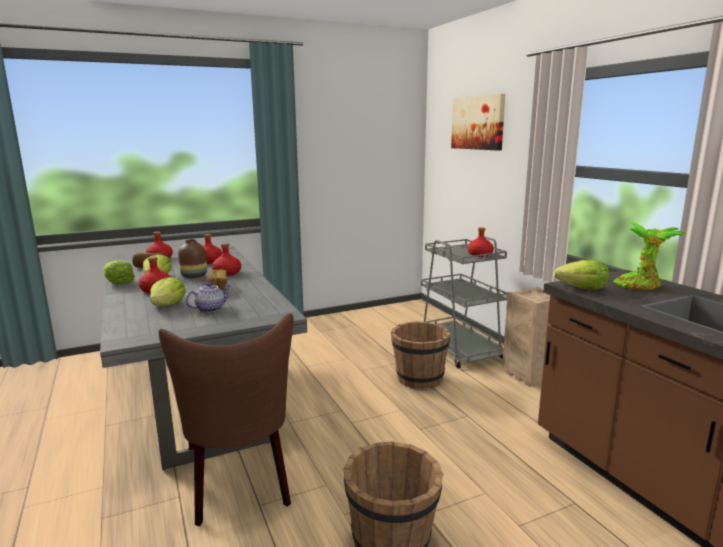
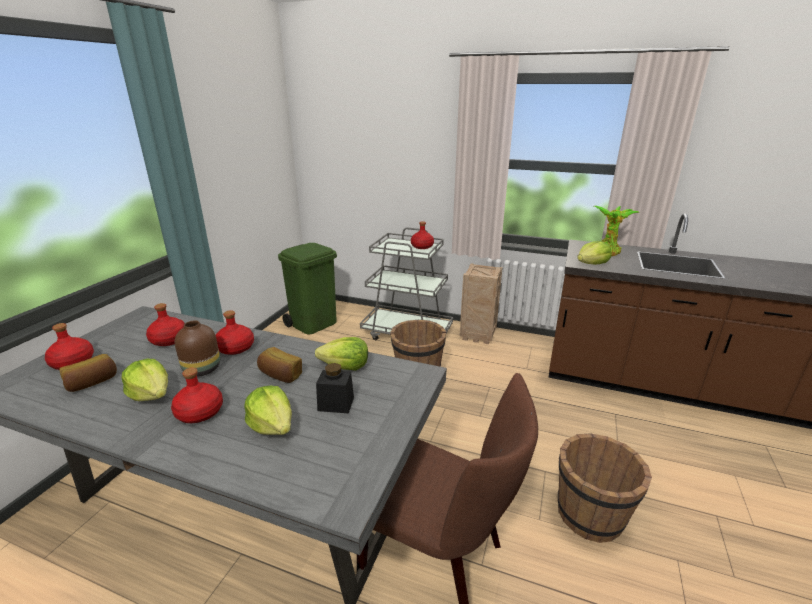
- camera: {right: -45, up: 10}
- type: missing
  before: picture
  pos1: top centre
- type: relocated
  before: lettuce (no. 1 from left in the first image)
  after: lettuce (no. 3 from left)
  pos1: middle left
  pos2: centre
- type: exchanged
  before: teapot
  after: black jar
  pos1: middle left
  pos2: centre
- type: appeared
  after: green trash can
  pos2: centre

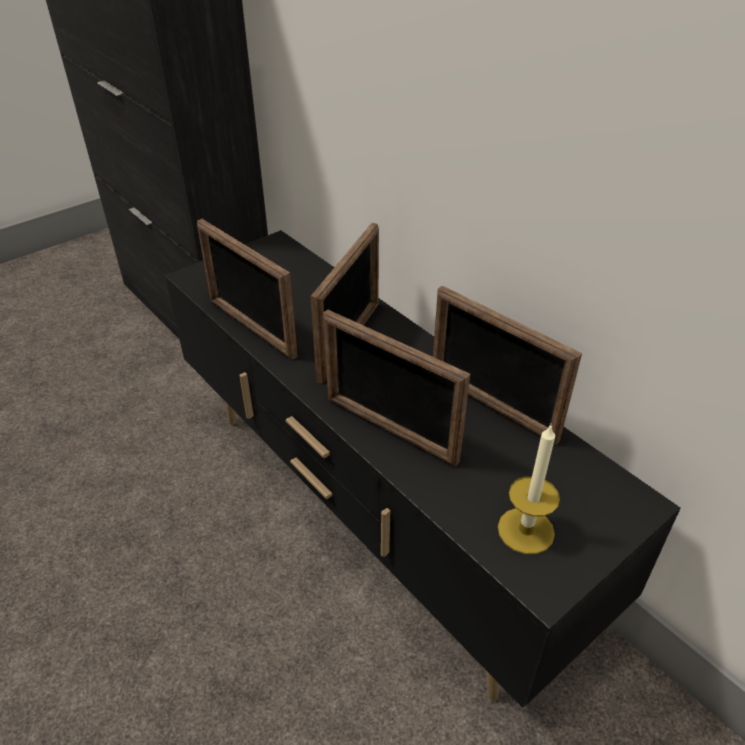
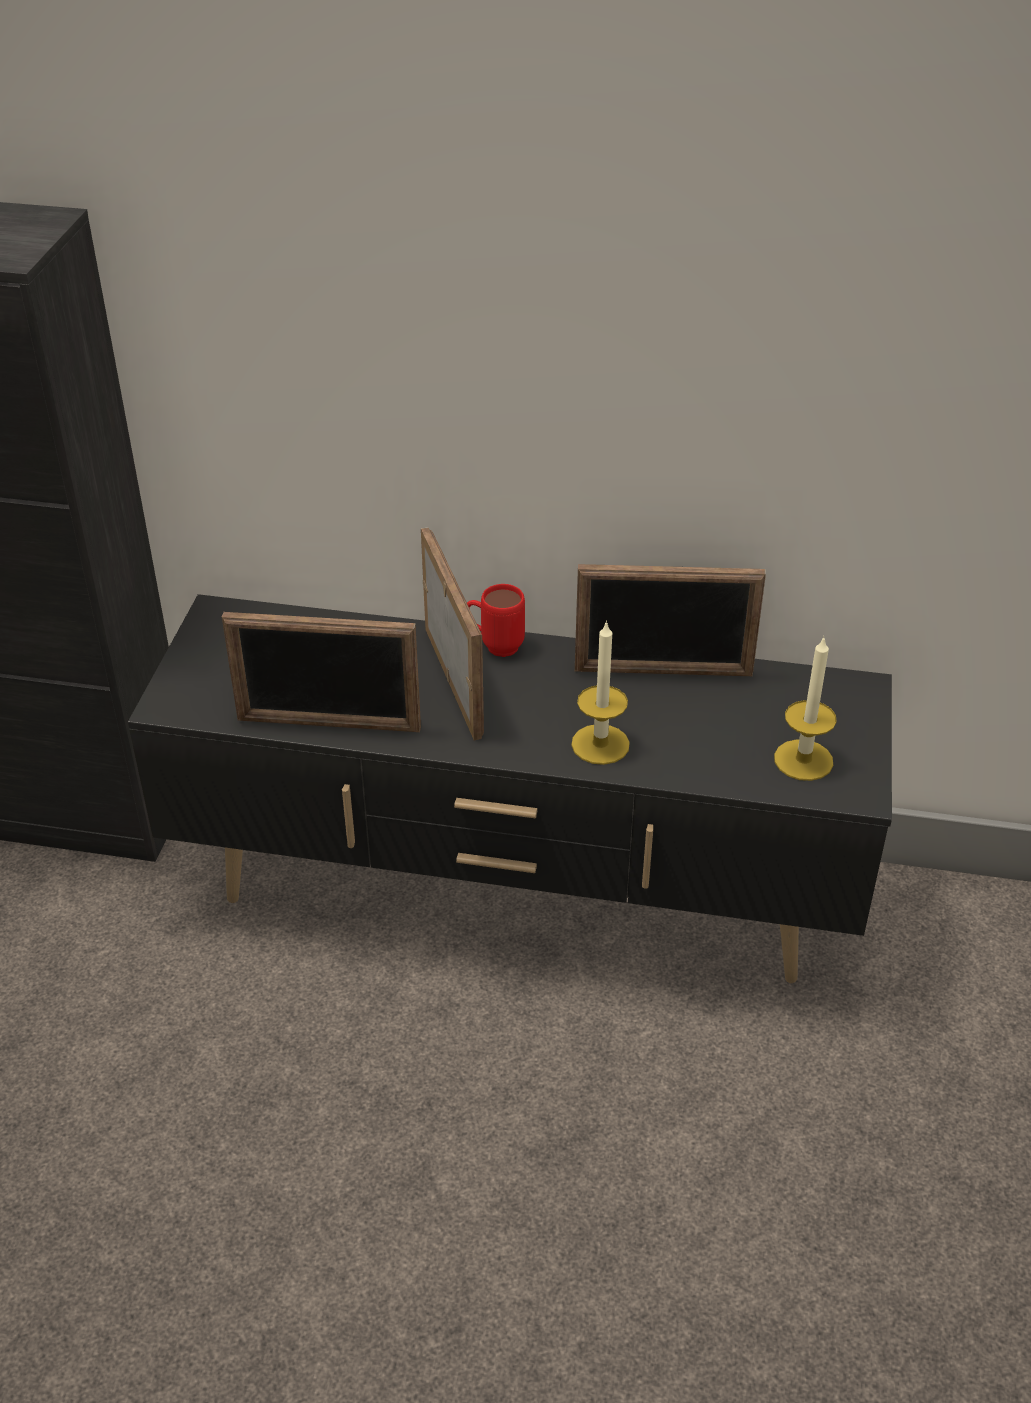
- camera: {right: -40, up: 0}
- type: exchanged
  before: picture frame (no. 3 from left)
  after: candle (no. 1 from left)
  pos1: centre
  pos2: centre
- type: appeared
  after: red mug
  pos2: centre

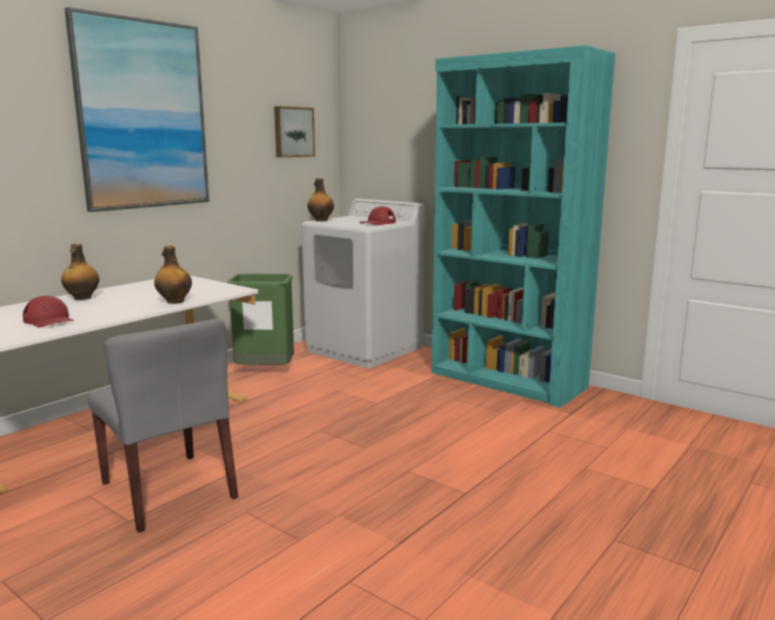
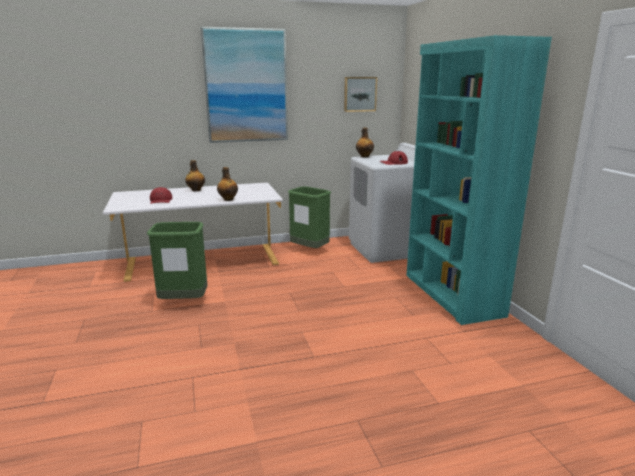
- camera: {right: 35, up: 5}
- type: exchanged
  before: grey chair
  after: green trash can (no. 1 from left)
  pos1: bottom left
  pos2: middle left

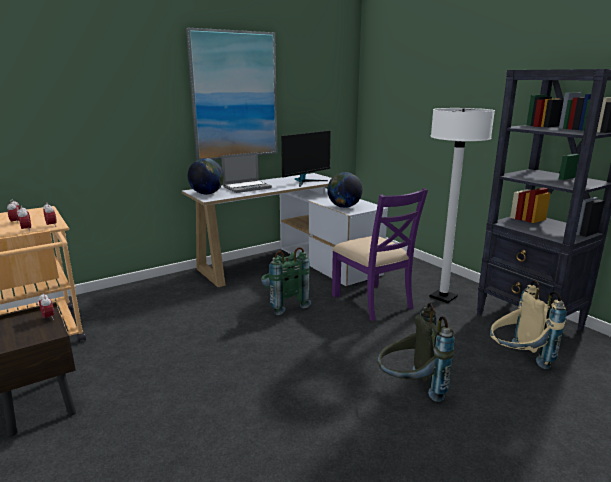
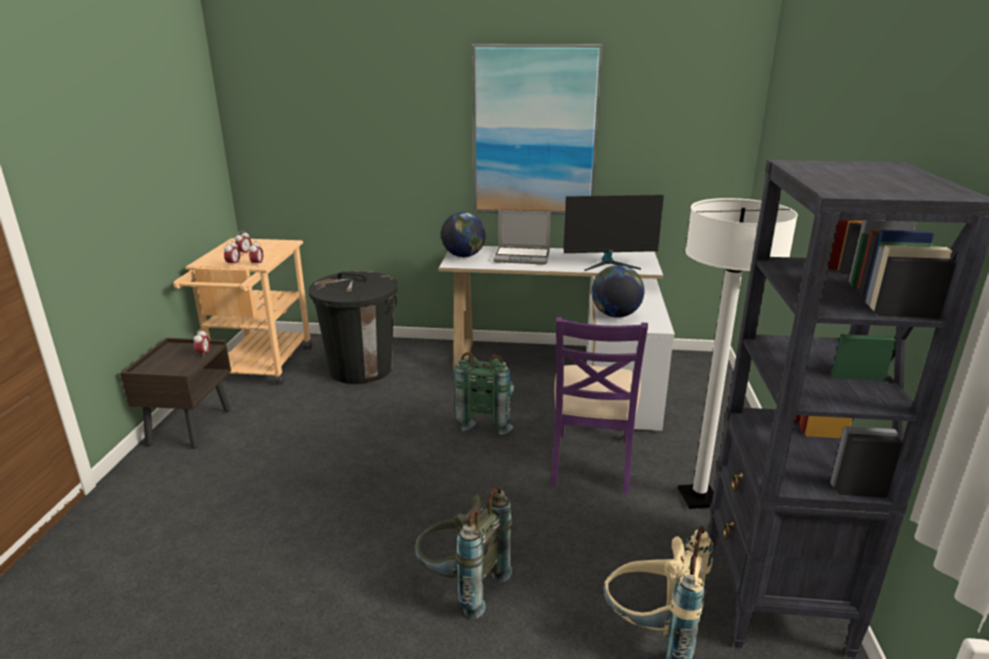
- camera: {right: 40, up: 5}
- type: appeared
  after: black trash can
  pos2: centre

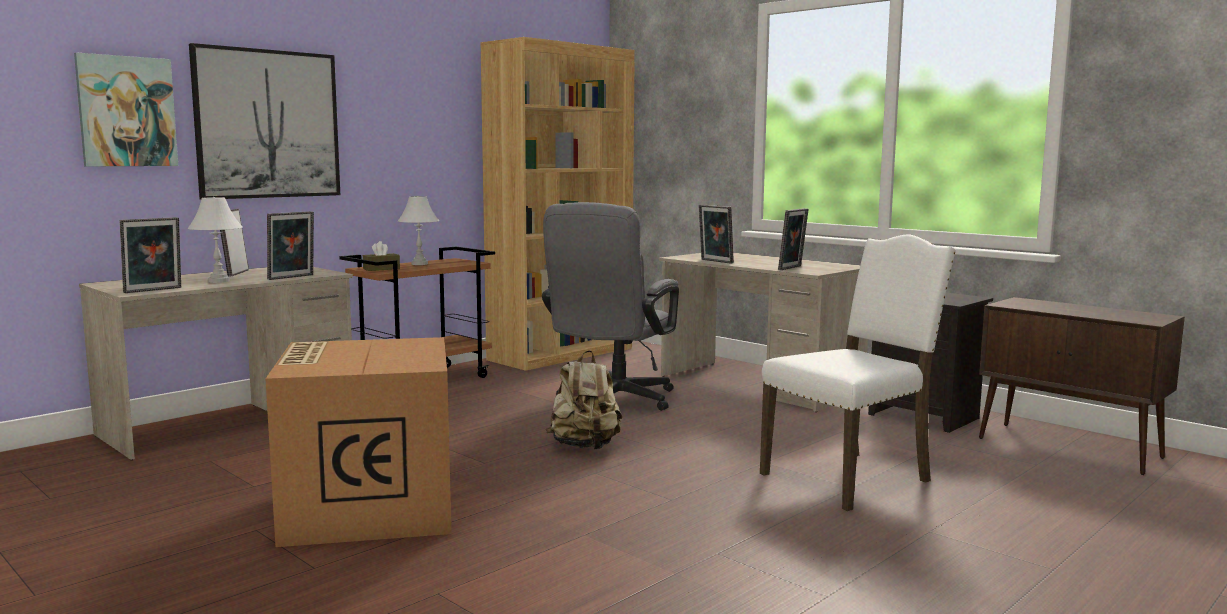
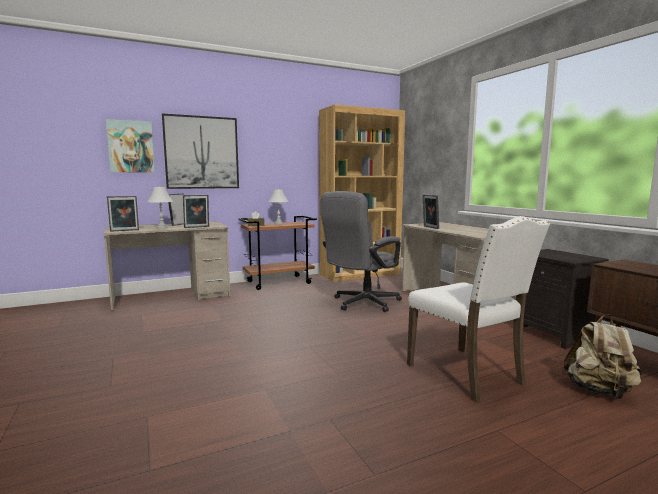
- camera: {right: 20, up: 0}
- type: missing
  before: picture frame (no. 5 from left)
  pos1: centre
- type: spun
  before: white chair
  pos1: middle right
  pos2: middle right
  turn: 75
- type: missing
  before: cardboard box
  pos1: bottom left
- type: relocated
  before: beige backpack
  pos1: centre
  pos2: bottom right

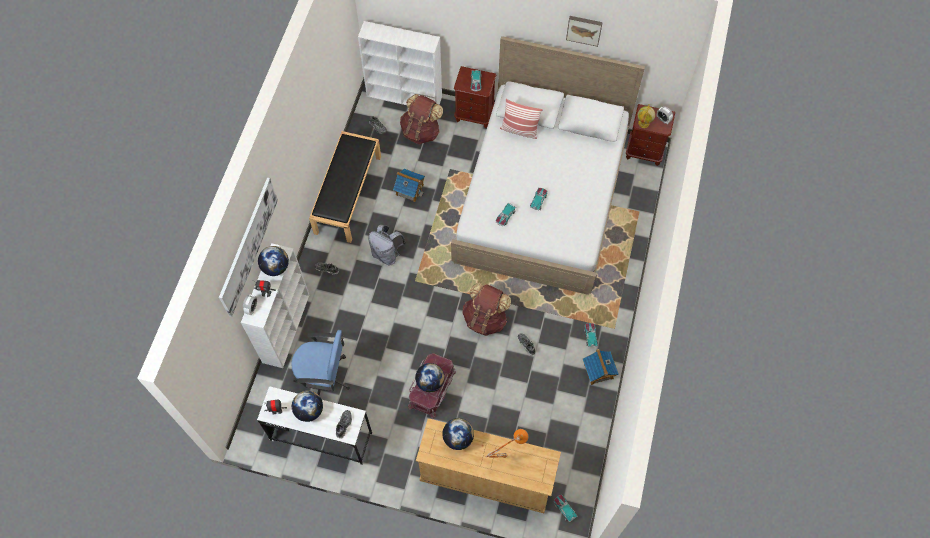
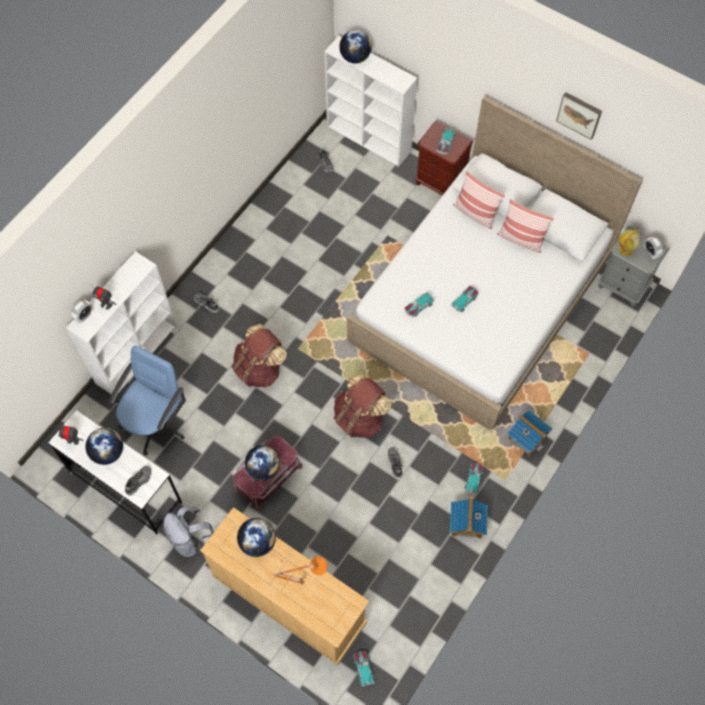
- camera: {right: 20, up: 0}
- type: relocated
  before: brown backpack (no. 1 from left)
  pos1: top centre
  pos2: centre
- type: colour
  before: brown nightstand (no. 2 from left)
  after: grey nightstand
  pos1: top right
  pos2: middle right
- type: missing
  before: black bench
  pos1: centre
- type: relocated
  before: toy house (no. 1 from left in the first image)
  after: toy house (no. 2 from left)
  pos1: centre
  pos2: middle right
- type: missing
  before: picture (no. 1 from left)
  pos1: middle left
- type: relocated
  before: grey backpack
  pos1: centre
  pos2: bottom left
- type: relocated
  before: globe (no. 1 from left in the first image)
  after: globe (no. 4 from left)
  pos1: middle left
  pos2: top centre
- type: spun
  before: blue office chair
  pos1: bottom centre
  pos2: middle left
  turn: -90
- type: appeared
  after: pillow (no. 2 from left)
  pos2: top right

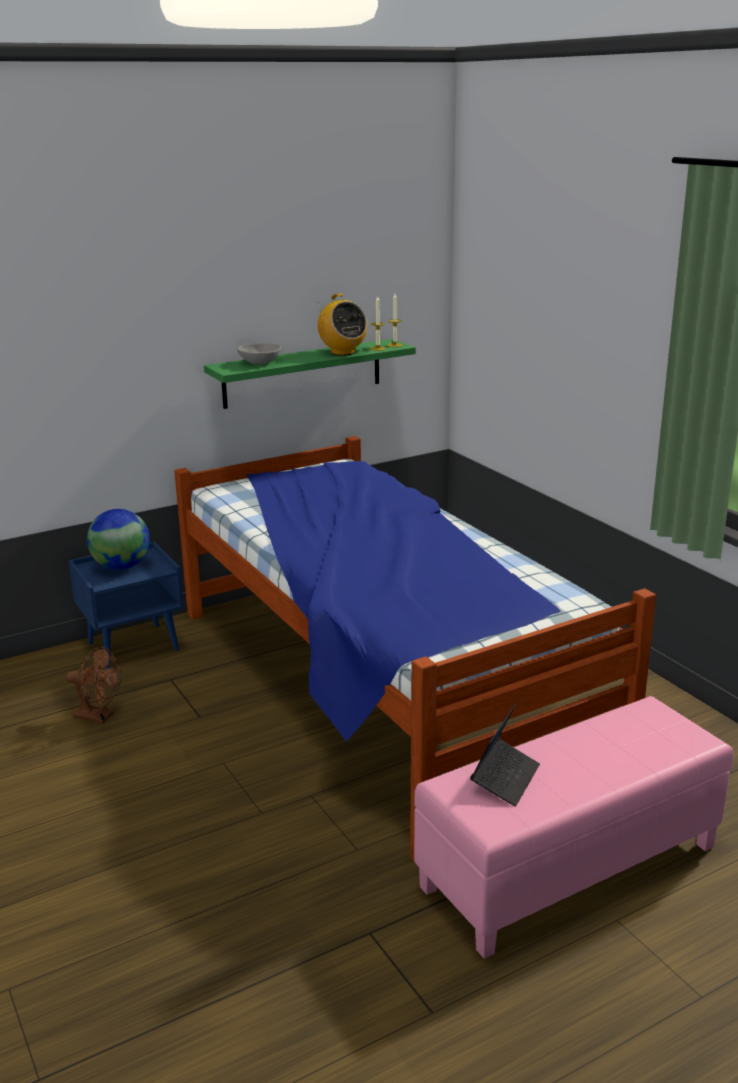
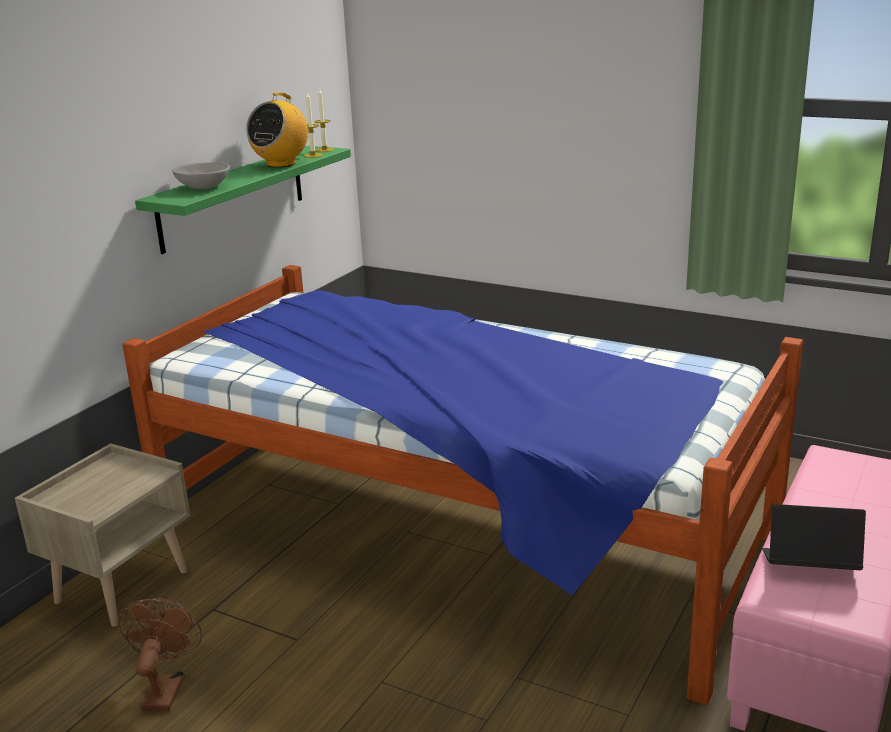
- camera: {right: -30, up: 0}
- type: spun
  before: radio
  pos1: top centre
  pos2: top left
  turn: 90
- type: missing
  before: globe
  pos1: middle left
- type: colour
  before: blue nightstand
  after: beige nightstand
  pos1: middle left
  pos2: bottom left
- type: spun
  before: brown fan
  pos1: middle left
  pos2: bottom left
  turn: -75
- type: spun
  before: laptop
  pos1: bottom right
  pos2: bottom right
  turn: -75

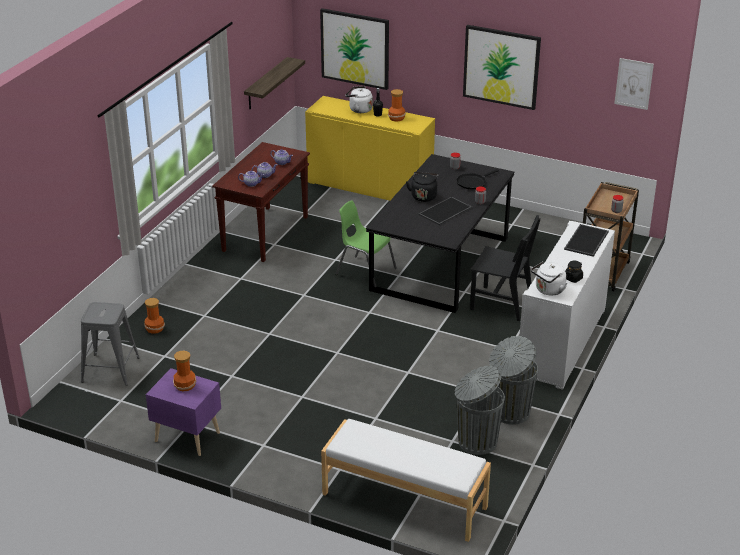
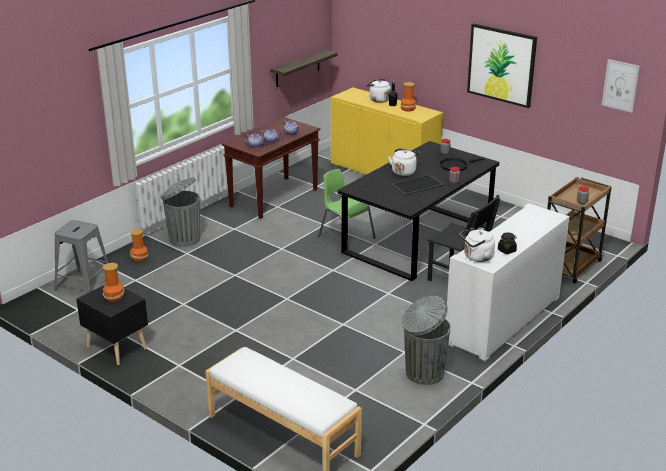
- camera: {right: 15, up: -5}
- type: missing
  before: picture (no. 1 from left)
  pos1: top centre
- type: colour
  before: black kettle
  after: white kettle (no. 2 from left)
  pos1: centre
  pos2: centre
- type: missing
  before: tray (no. 2 from left)
  pos1: middle right
- type: relocated
  before: grey trash can (no. 1 from left)
  pos1: bottom centre
  pos2: middle left
- type: colour
  before: purple nightstand
  after: black nightstand
  pos1: bottom left
  pos2: bottom left

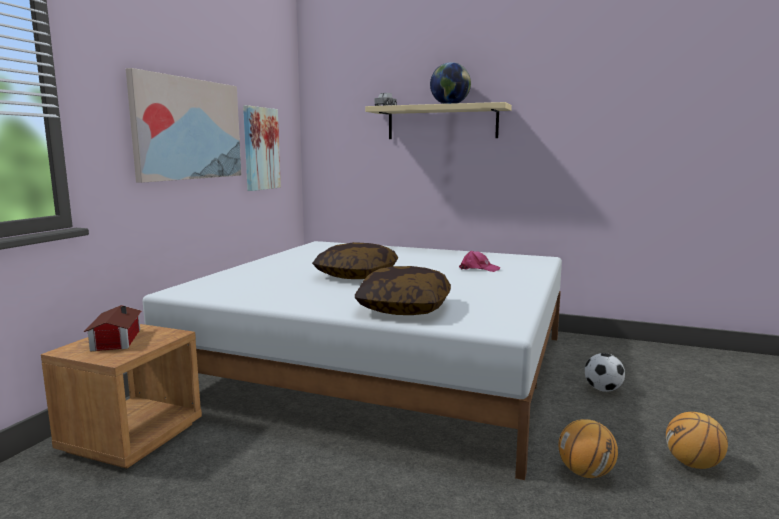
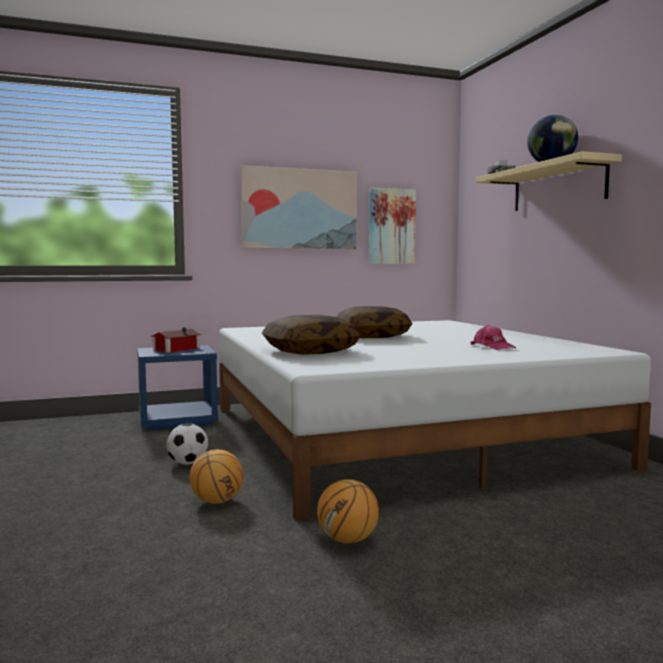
- camera: {right: 50, up: -5}
- type: colour
  before: brown nightstand
  after: blue nightstand
  pos1: bottom left
  pos2: middle left
- type: relocated
  before: football
  pos1: bottom right
  pos2: bottom left
- type: relocated
  before: basketball (no. 2 from left in the first image)
  after: basketball (no. 1 from left)
  pos1: bottom right
  pos2: bottom left

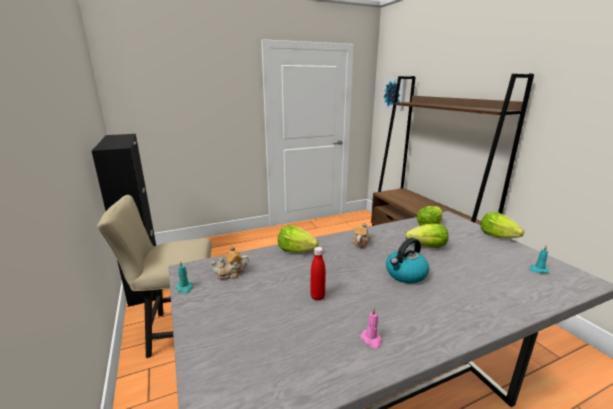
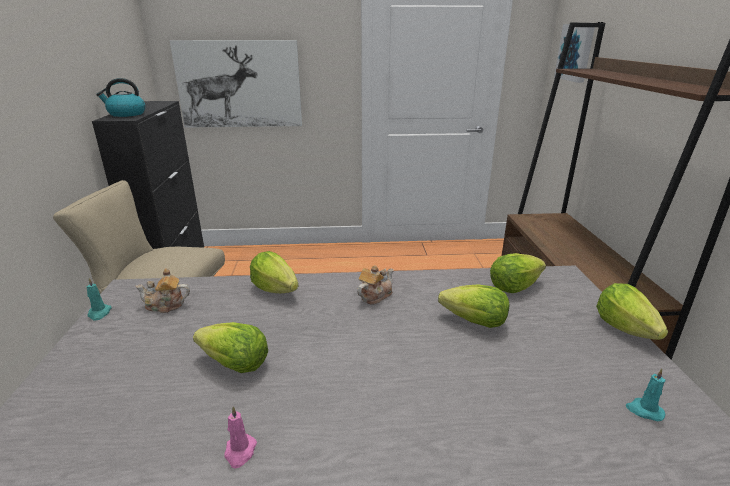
- camera: {right: 20, up: 5}
- type: relocated
  before: kettle
  pos1: centre
  pos2: top left
- type: exchanged
  before: red bottle
  after: lettuce (no. 1 from left)
  pos1: bottom centre
  pos2: bottom left
- type: appeared
  after: picture (no. 1 from left)
  pos2: top left

